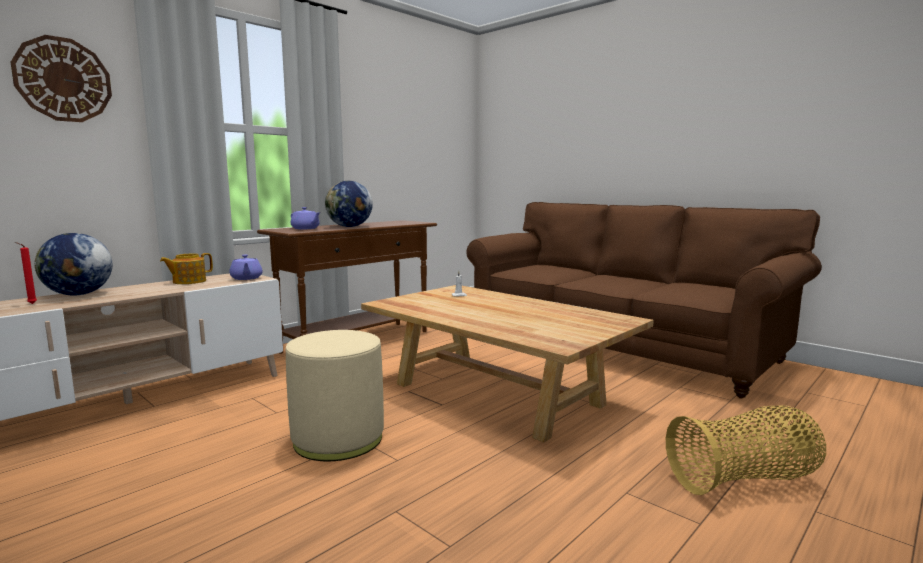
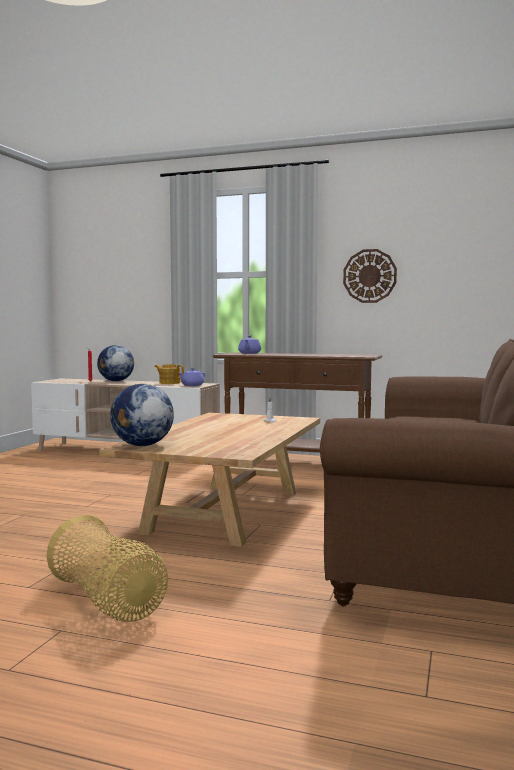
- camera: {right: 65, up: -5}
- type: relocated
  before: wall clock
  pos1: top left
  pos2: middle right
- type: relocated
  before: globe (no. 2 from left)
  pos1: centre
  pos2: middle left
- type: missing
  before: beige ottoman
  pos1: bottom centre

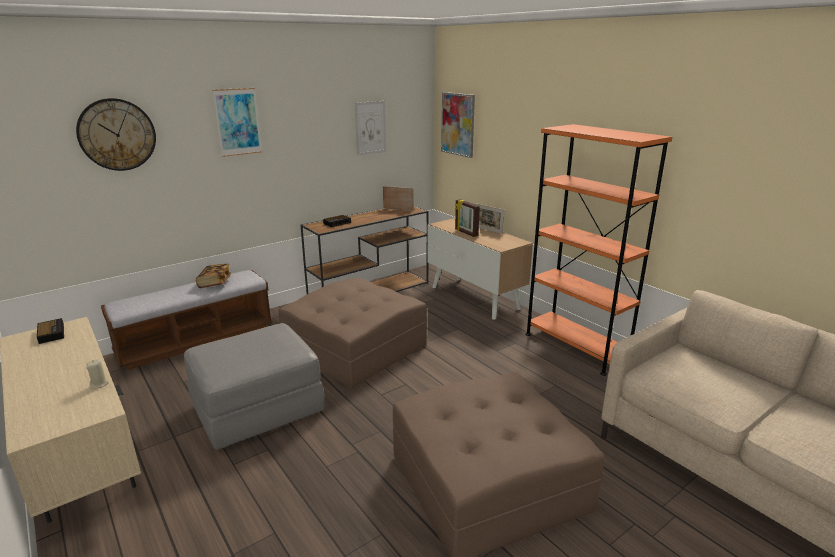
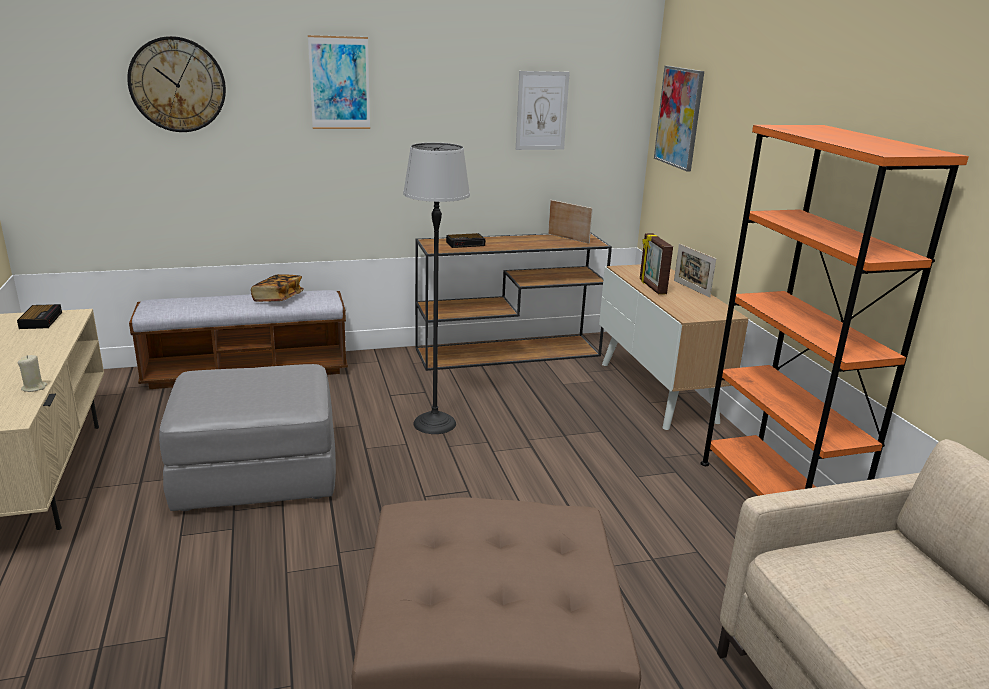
- camera: {right: 20, up: 0}
- type: exchanged
  before: brown ottoman (no. 1 from left)
  after: floor lamp
  pos1: centre
  pos2: centre

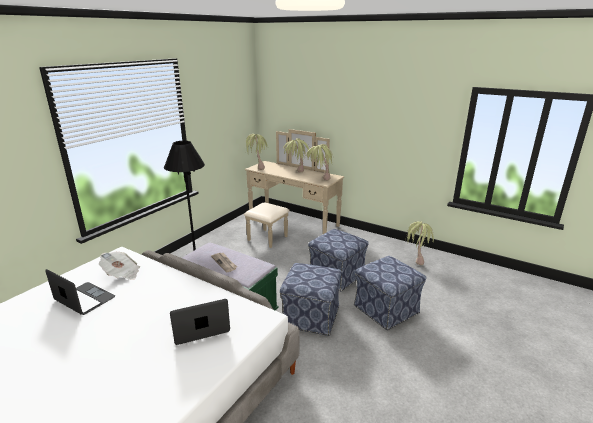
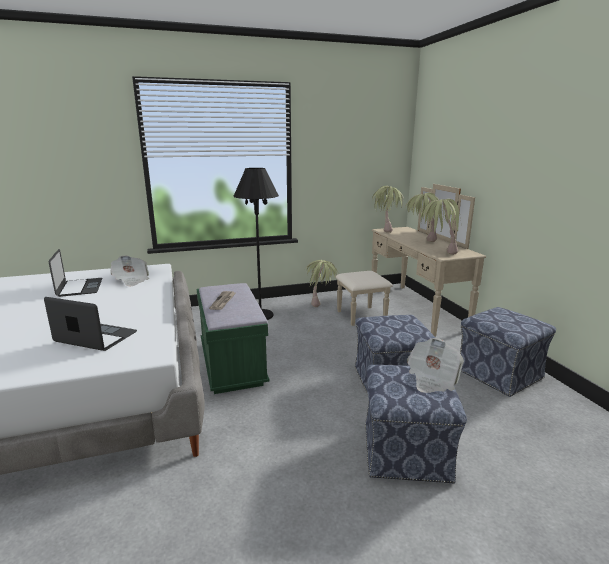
- camera: {right: 40, up: -5}
- type: relocated
  before: potted plant (no. 4 from left in the first image)
  after: potted plant (no. 1 from left)
  pos1: middle right
  pos2: centre
- type: relocated
  before: ottoman (no. 1 from left in the first image)
  after: ottoman (no. 3 from left)
  pos1: bottom centre
  pos2: middle right
- type: appeared
  after: newspaper (no. 3 from left)
  pos2: middle right

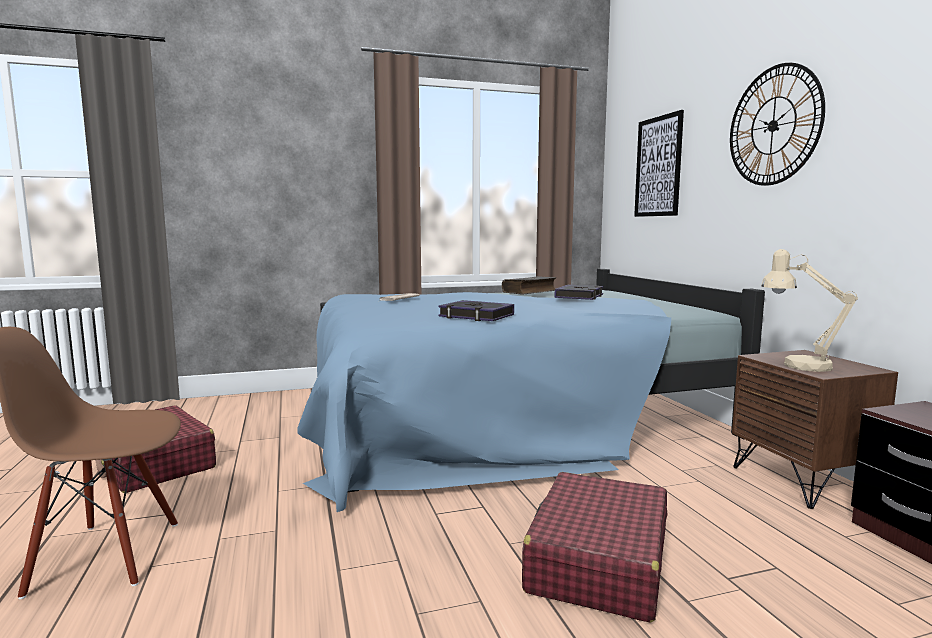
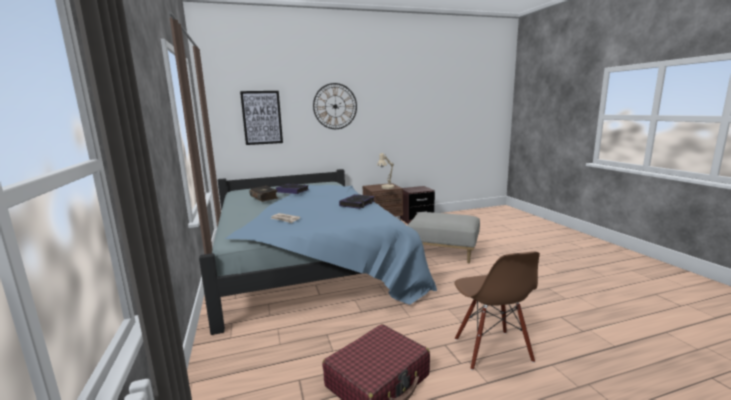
- camera: {right: -90, up: 5}
- type: exchanged
  before: red suitcase (no. 2 from left)
  after: grey ottoman
  pos1: bottom centre
  pos2: centre

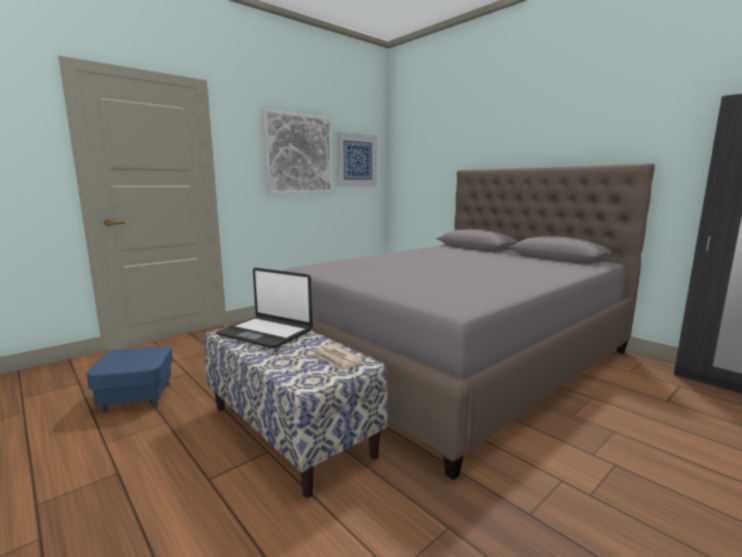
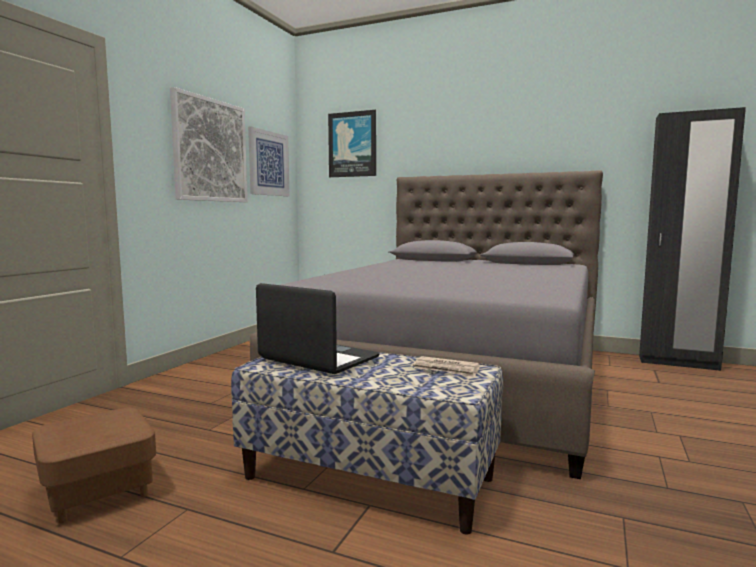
- camera: {right: -25, up: -5}
- type: spun
  before: laptop
  pos1: centre
  pos2: centre
  turn: -150
- type: colour
  before: blue ottoman
  after: brown ottoman
  pos1: bottom left
  pos2: bottom left
- type: appeared
  after: picture (no. 3 from left)
  pos2: top centre

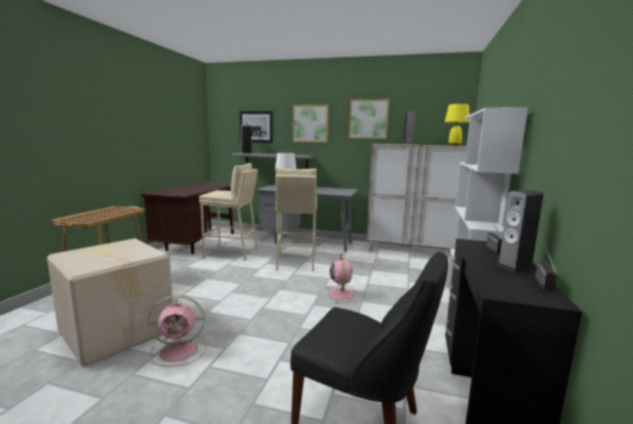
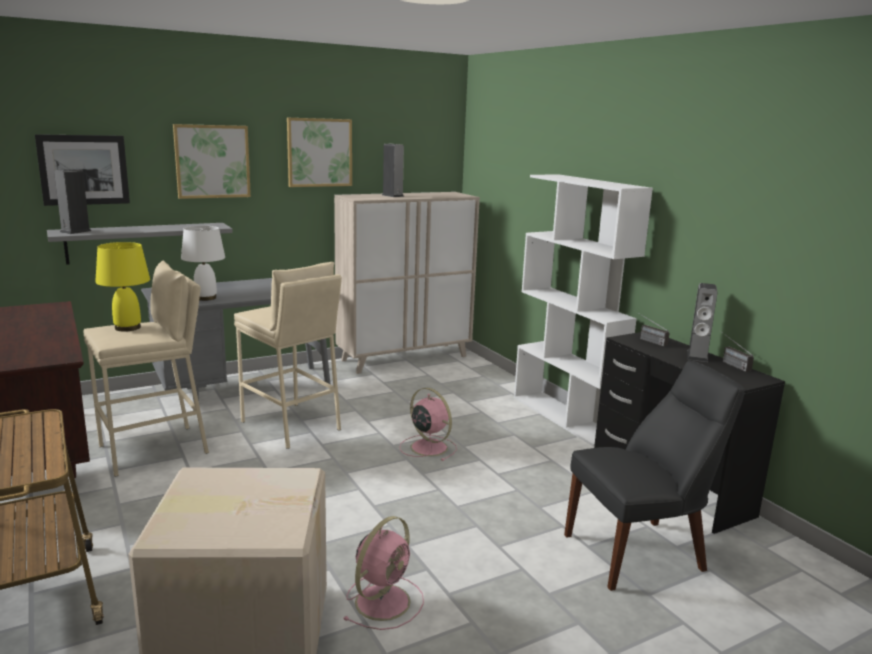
- camera: {right: -45, up: 5}
- type: relocated
  before: yellow table lamp
  pos1: top right
  pos2: middle left

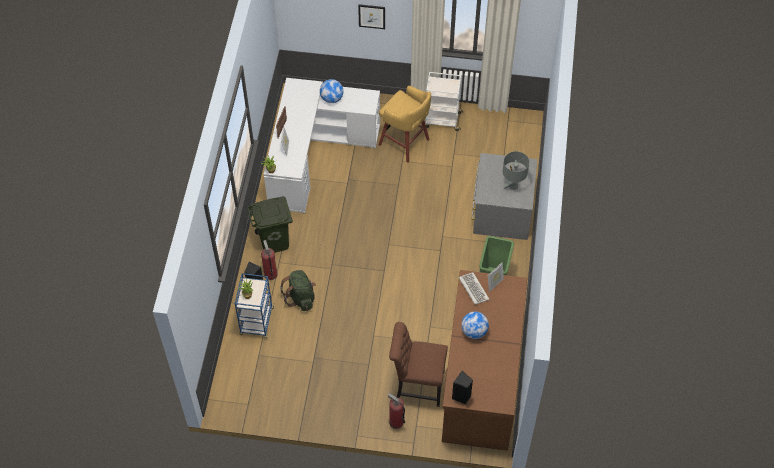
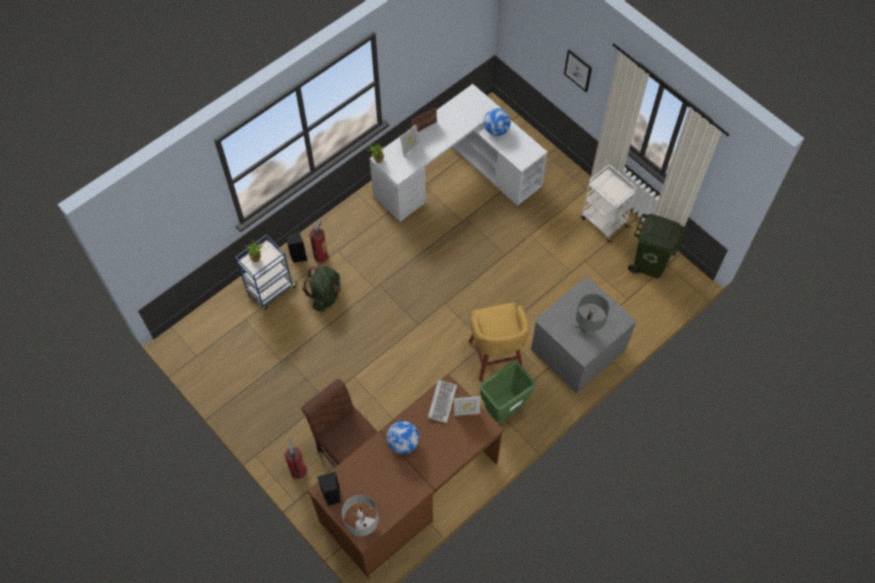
- camera: {right: 40, up: 5}
- type: relocated
  before: yellow stool
  pos1: top centre
  pos2: centre
- type: relocated
  before: green trash can (no. 1 from left in the first image)
  after: green trash can (no. 2 from left)
  pos1: centre
  pos2: middle right
- type: appeared
  after: grey table lamp (no. 1 from left)
  pos2: bottom centre

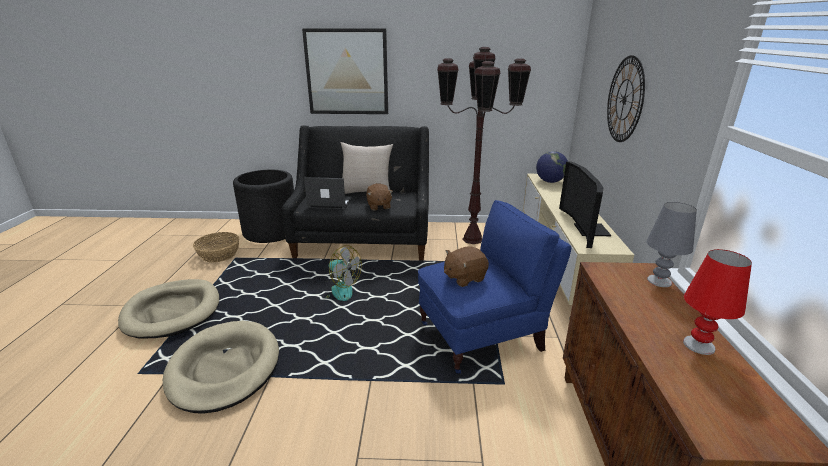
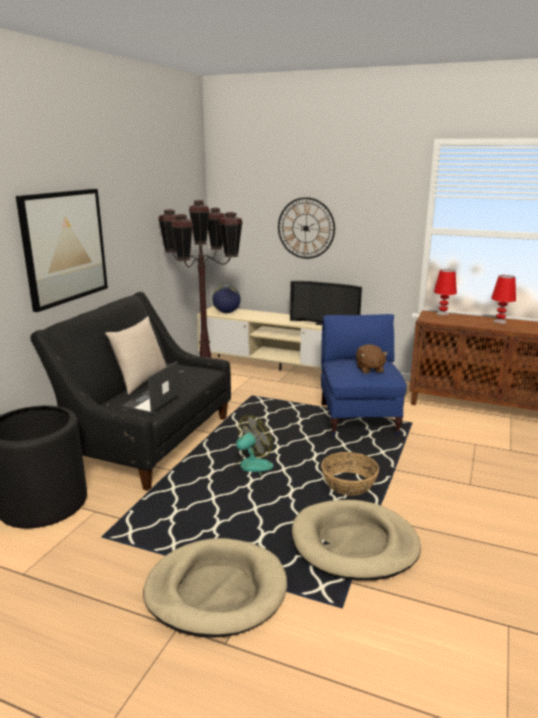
- camera: {right: -70, up: -5}
- type: missing
  before: brown plush toy (no. 1 from left)
  pos1: centre
- type: colour
  before: grey table lamp
  after: red table lamp (no. 1 from left)
  pos1: middle right
  pos2: middle right
- type: relocated
  before: basket
  pos1: middle left
  pos2: centre

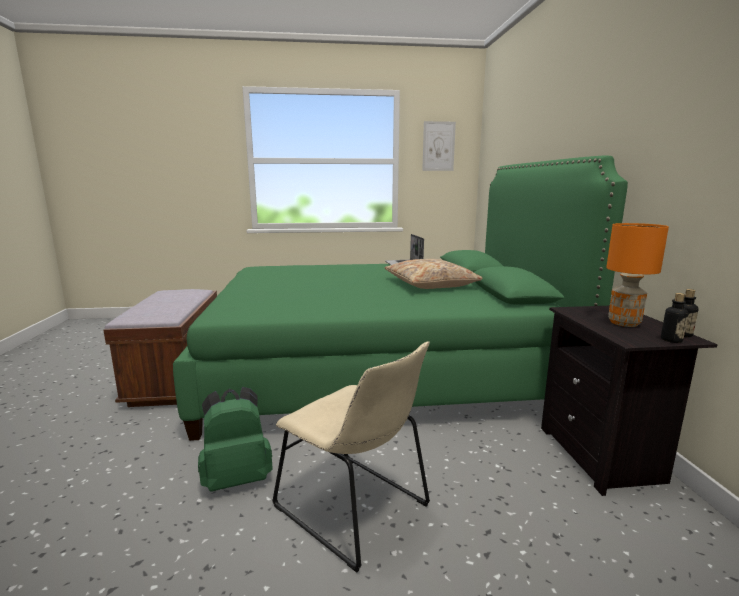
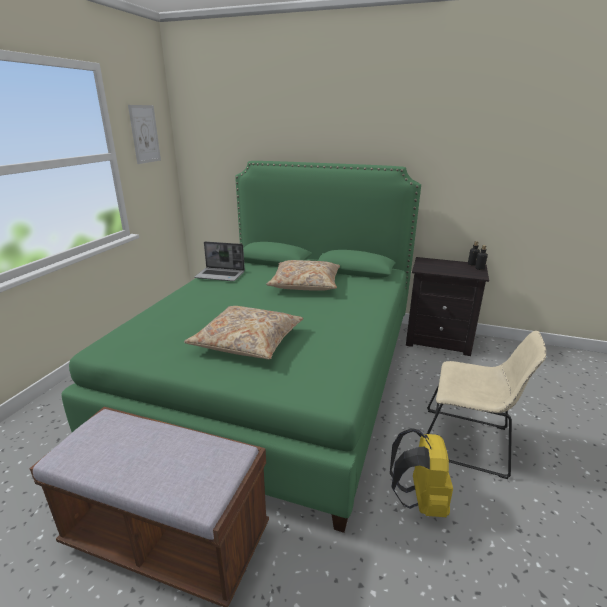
- camera: {right: -65, up: 10}
- type: missing
  before: orange table lamp
  pos1: middle right
- type: spun
  before: beige chair
  pos1: bottom centre
  pos2: bottom right
  turn: 45
- type: colour
  before: green backpack
  after: yellow backpack
  pos1: bottom left
  pos2: bottom right
- type: appeared
  after: beige pillow (no. 1 from left)
  pos2: centre

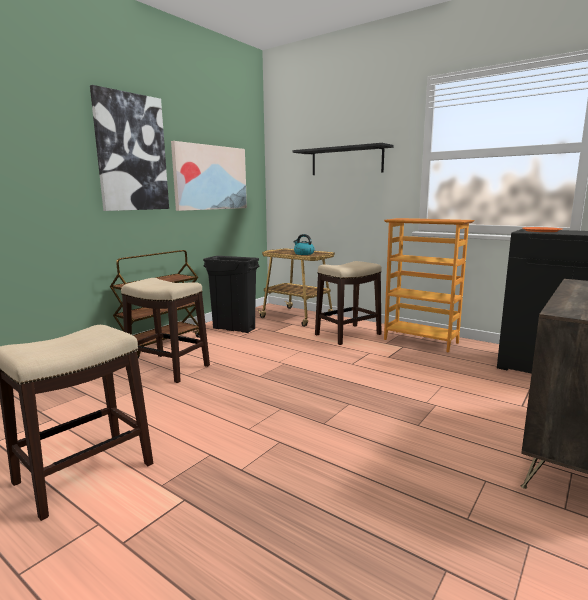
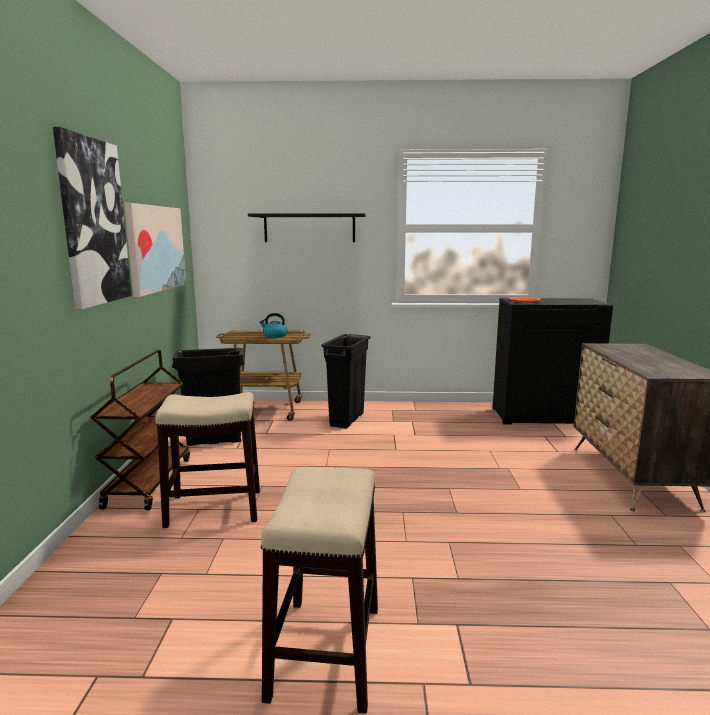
- camera: {right: -35, up: 0}
- type: missing
  before: bookcase
  pos1: middle right
- type: exchanged
  before: stool (no. 3 from left)
  after: black trash can (no. 2 from left)
  pos1: centre
  pos2: centre

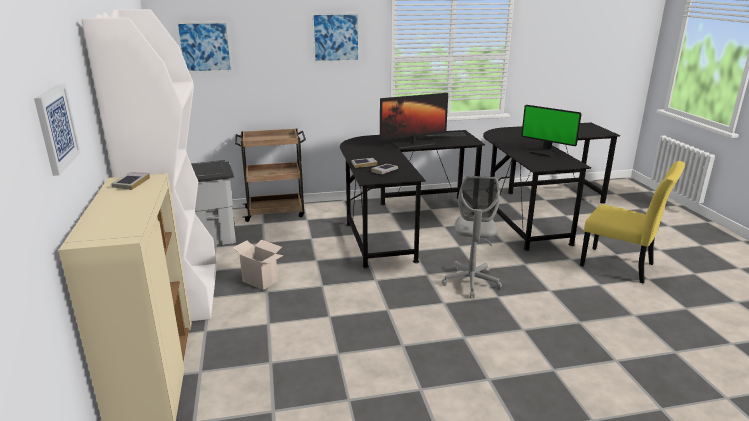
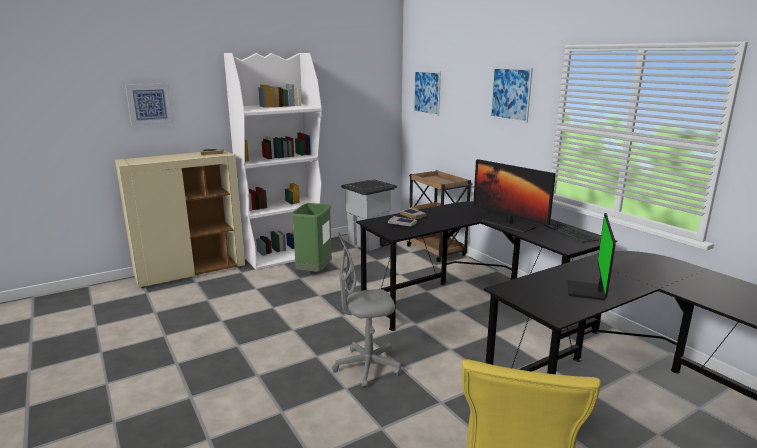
- camera: {right: 70, up: -5}
- type: exchanged
  before: cardboard box
  after: green trash can
  pos1: centre
  pos2: centre

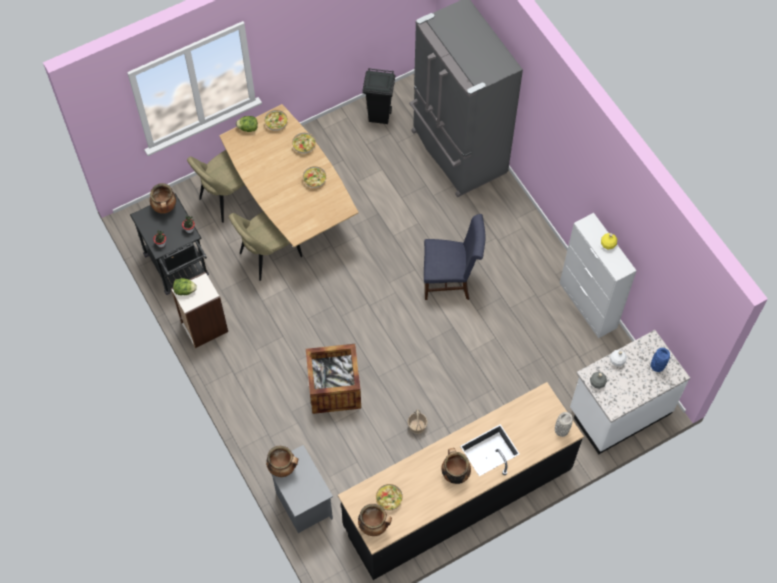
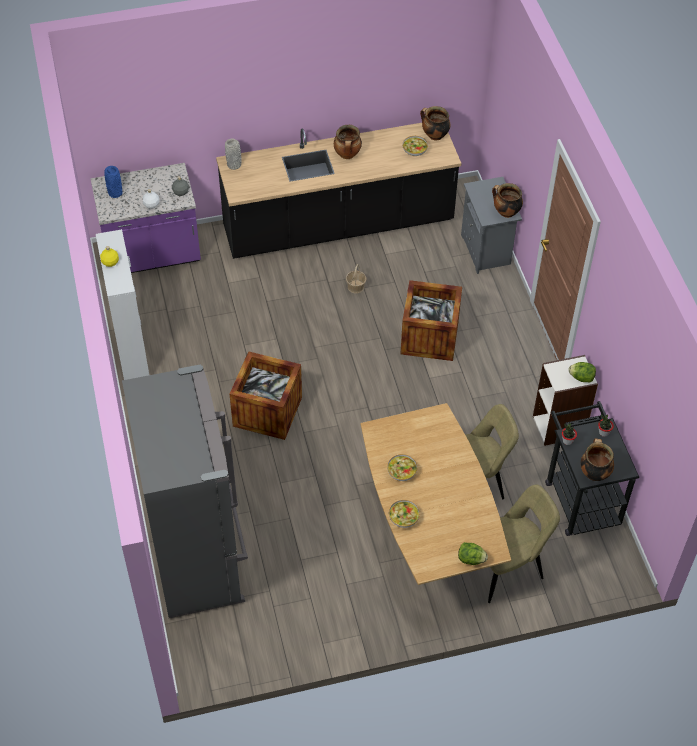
- camera: {right: -165, up: -10}
- type: missing
  before: black trash can
  pos1: top centre
- type: missing
  before: bowl (no. 1 from left)
  pos1: top centre
- type: exchanged
  before: blue chair
  after: crate (no. 1 from left)
  pos1: centre
  pos2: centre
- type: colour
  before: white counter
  after: purple counter
  pos1: bottom right
  pos2: top left

